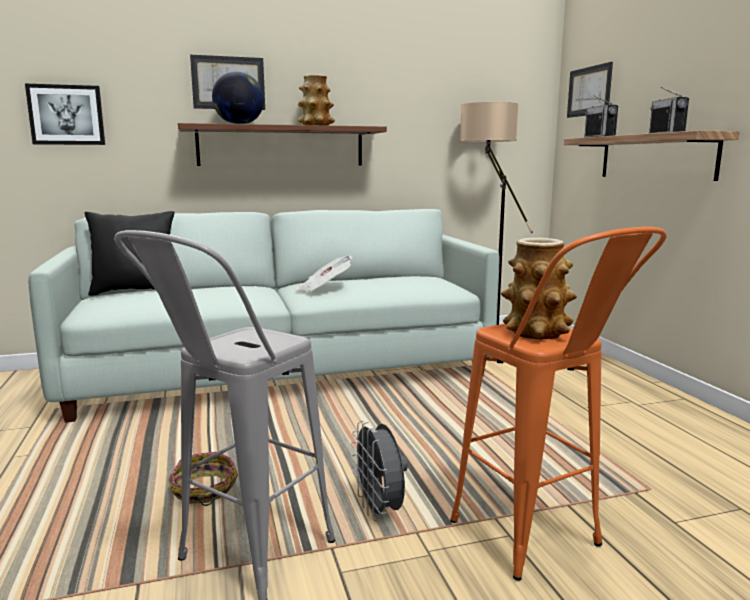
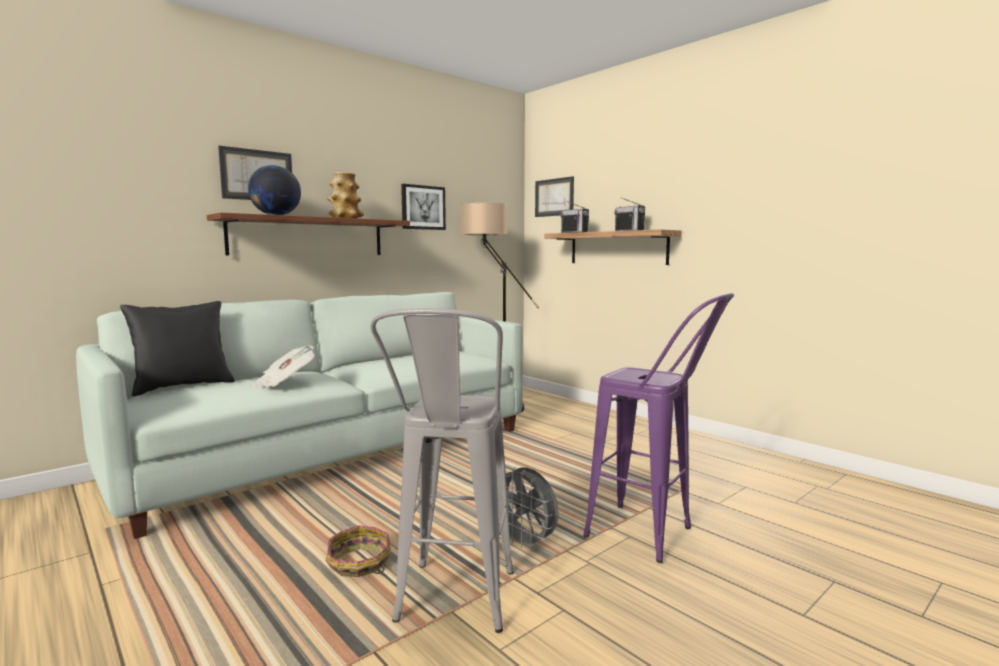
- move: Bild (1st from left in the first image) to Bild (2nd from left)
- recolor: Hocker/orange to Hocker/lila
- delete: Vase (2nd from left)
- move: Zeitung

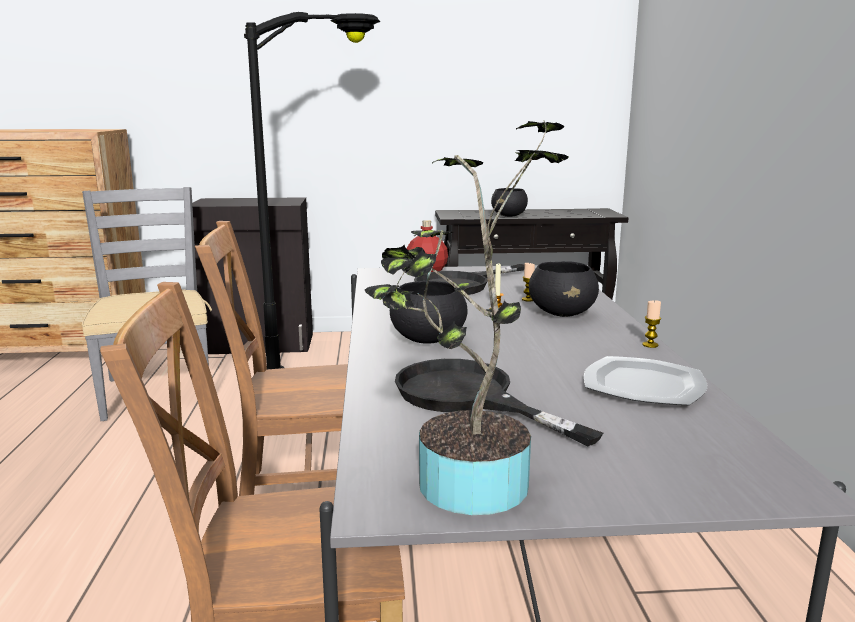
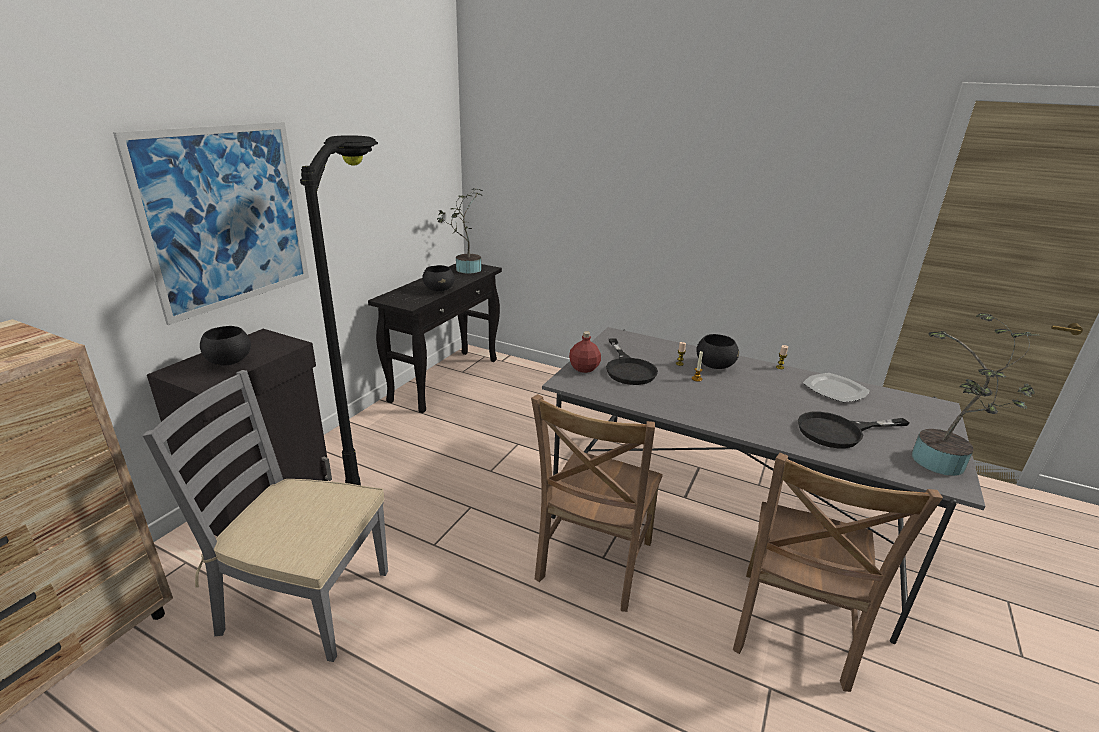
- move: Schüssel/schwarz (1st from left)
- insert: Bild
- insert: Topfpflanze (1st from left)

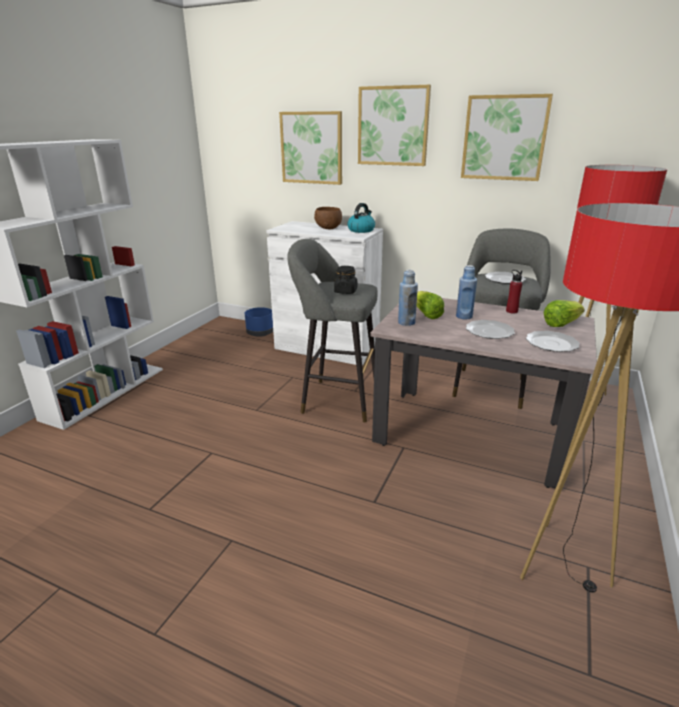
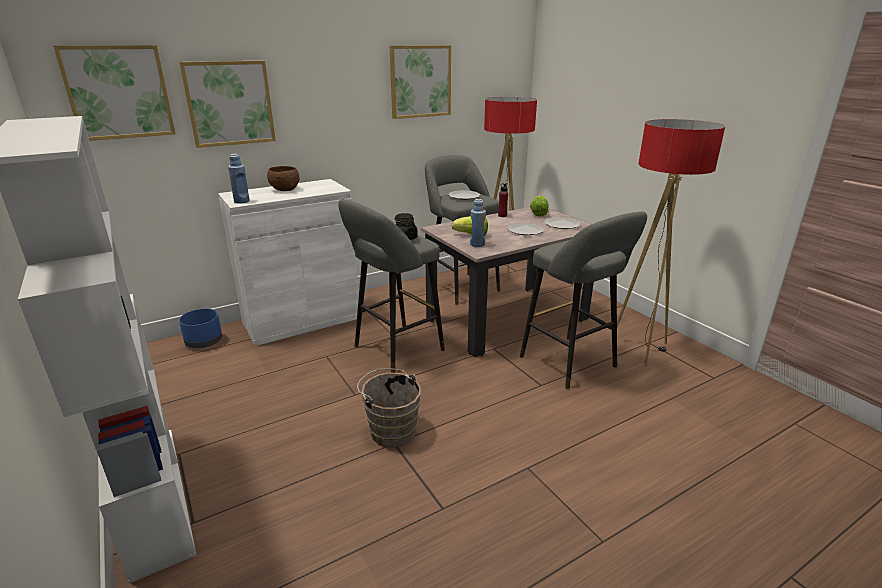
- move: Bild (2nd from left in the first image) to Bild (1st from left)
- delete: Wasserkessel
- move: Flasche/blau (2nd from left in the first image) to Flasche/blau (1st from left)
- insert: Hocker/grau (3rd from left)
- insert: Eimer/braun

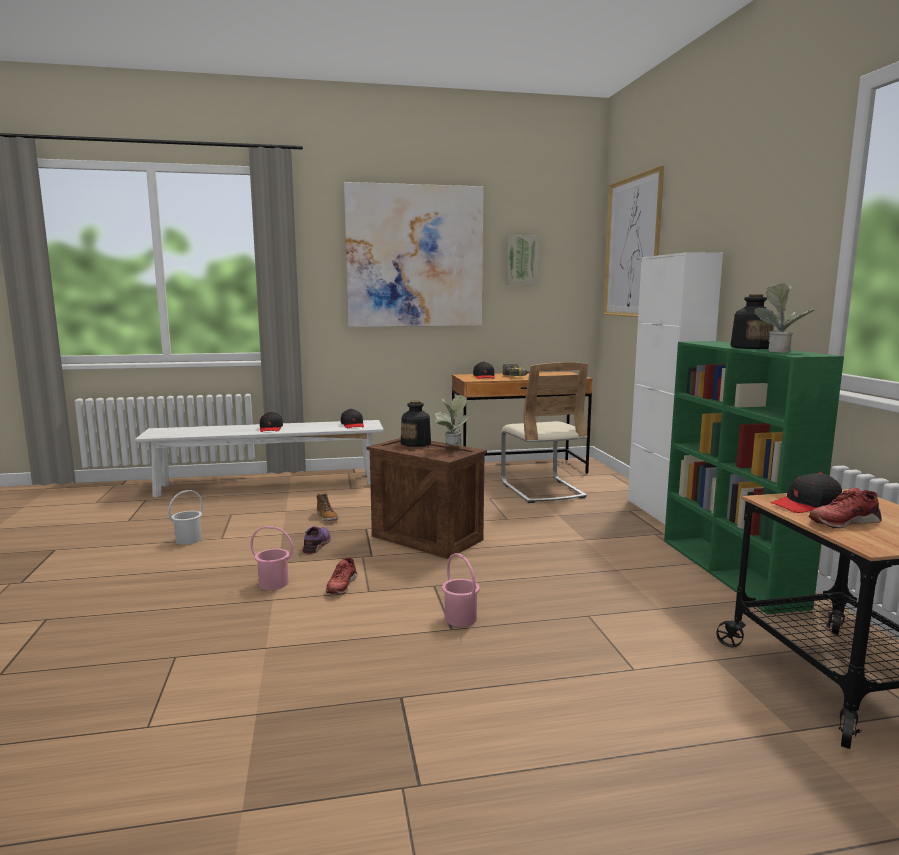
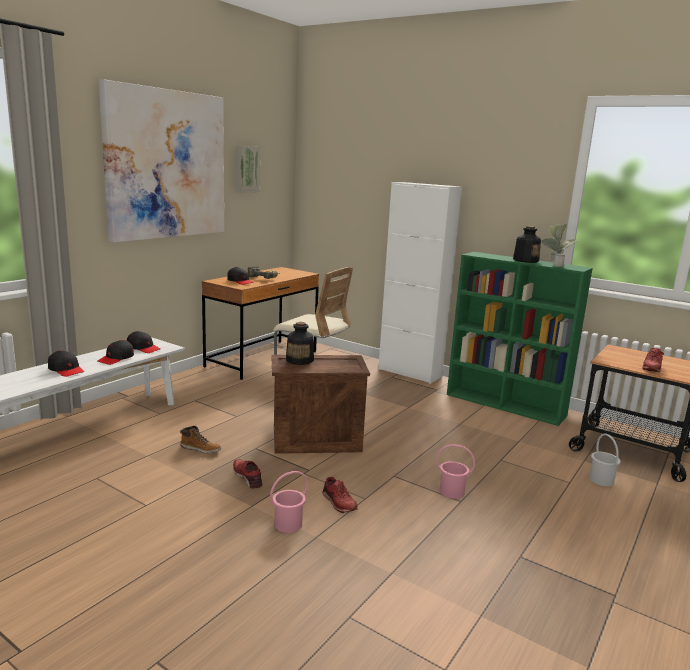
- delete: Bild (3rd from left)
- delete: Topfpflanze (1st from left)
- move: Kappe/schwarz (4th from left in the first image) to Kappe/schwarz (2nd from left)
- move: Eimer/weiß
- recolor: Schuh/lila to Schuh/rot (1st from left)

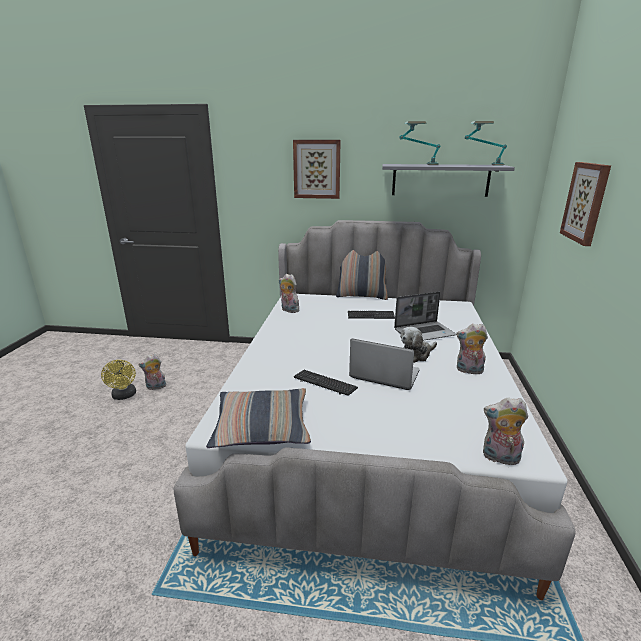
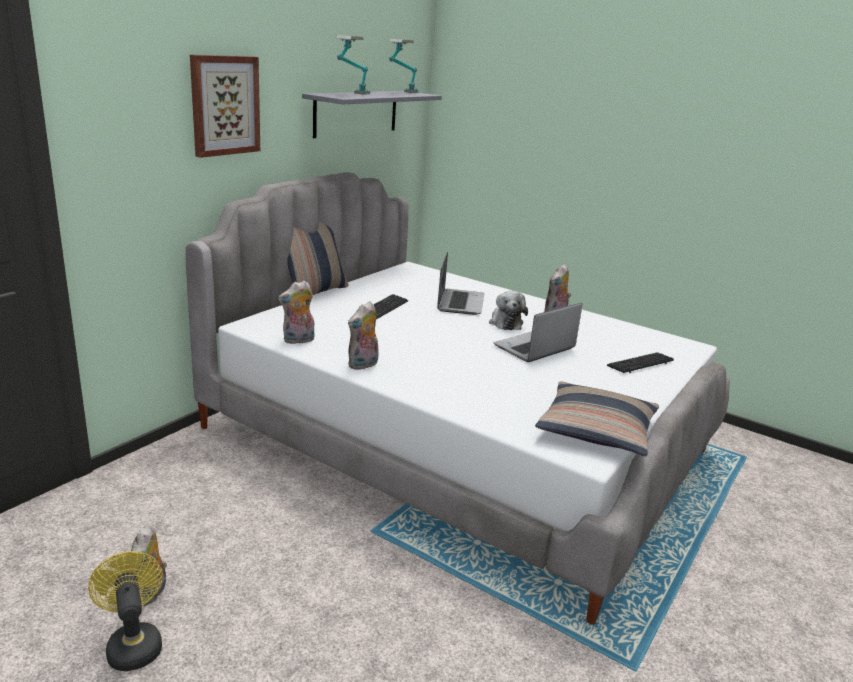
- delete: Bild (2nd from left)
- rotate: Ventilator/gelb 120 degrees counterclockwise
- move: Tastatur (1st from left in the first image) to Tastatur (2nd from left)
- move: Plüschtier (5th from left in the first image) to Plüschtier (3rd from left)

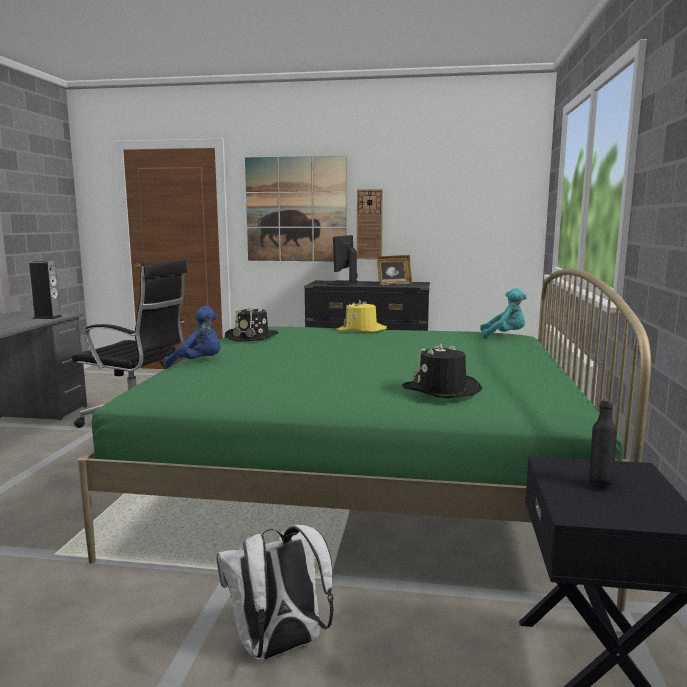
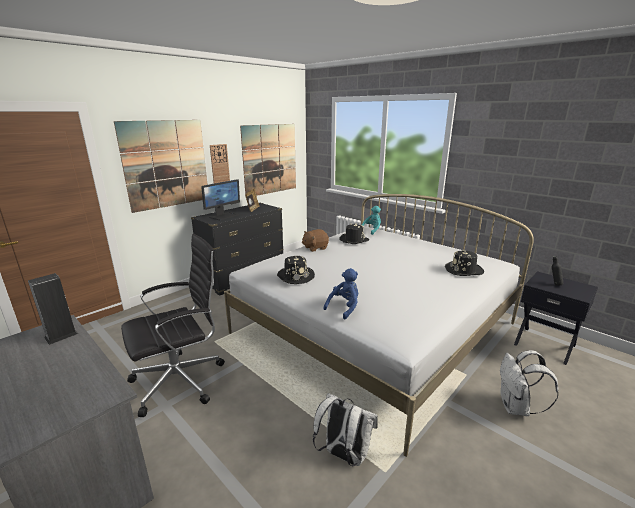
- rotate: Monitor 105 degrees counterclockwise
- recolor: Bett/grün to Bett/weiß
- replace: Hut/gelb to Plüschtier/braun
- insert: Bild (2nd from left)
- insert: Hut/schwarz (2nd from left)
- insert: Rucksack/weiß (1st from left)

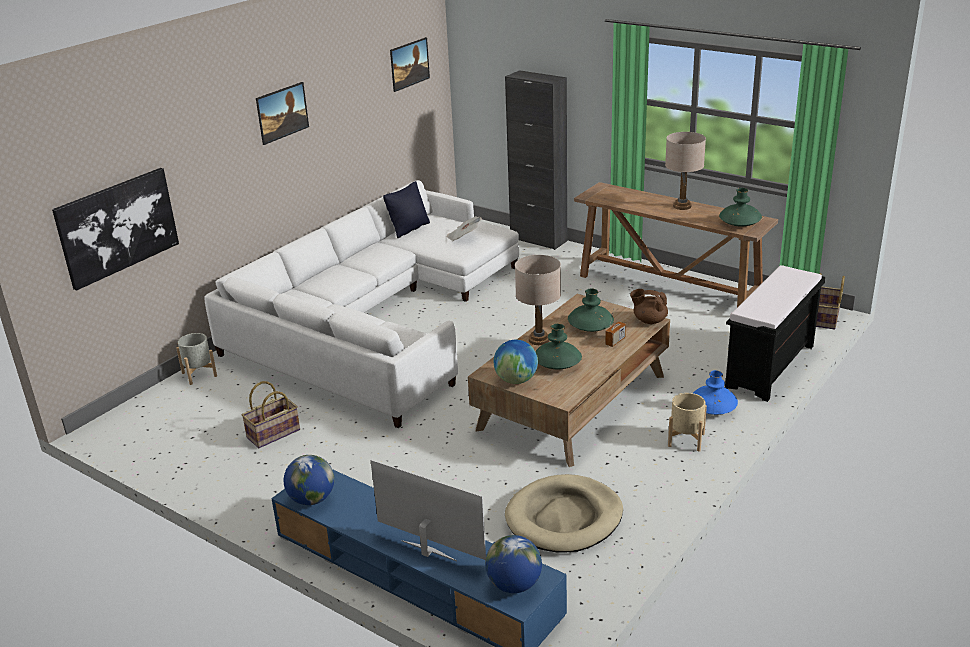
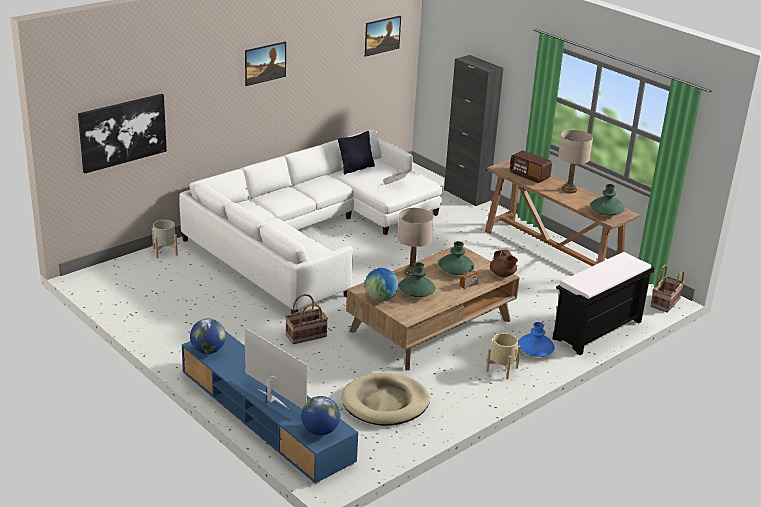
- rotate: Teekanne/braun 150 degrees counterclockwise
- move: Korb (1st from left)
- insert: Radio (2nd from left)

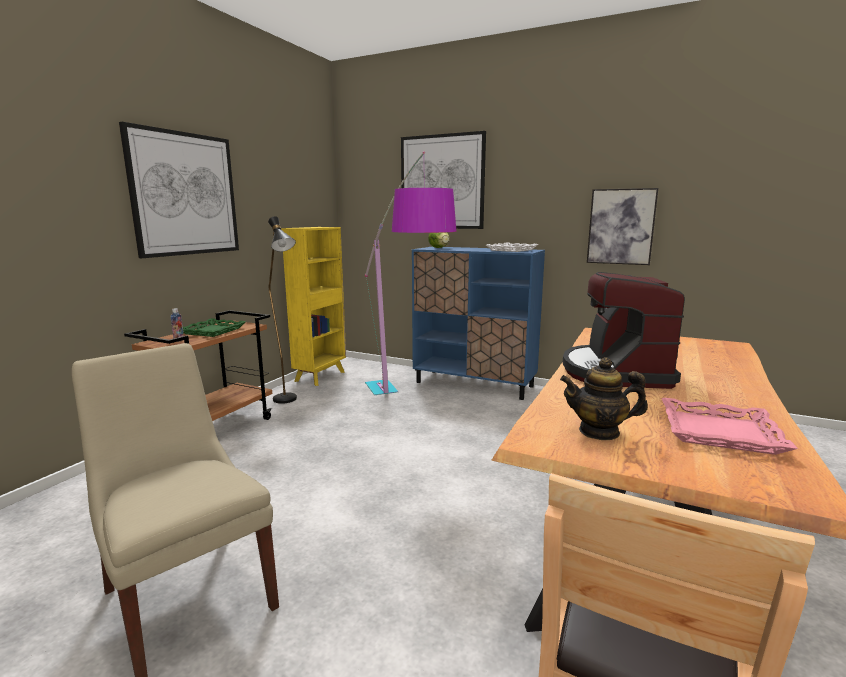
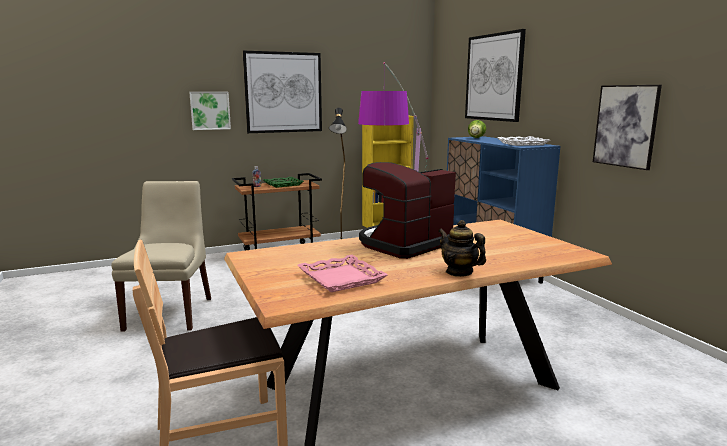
- move: Teekanne
- insert: Bild (1st from left)

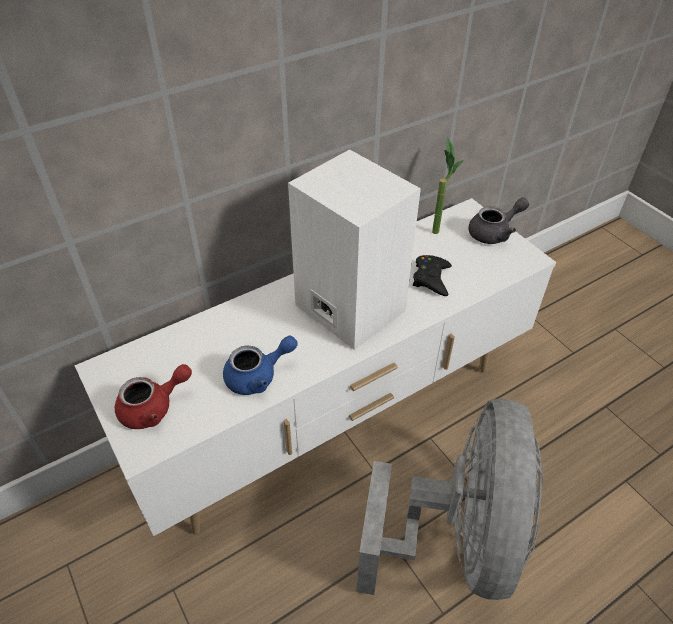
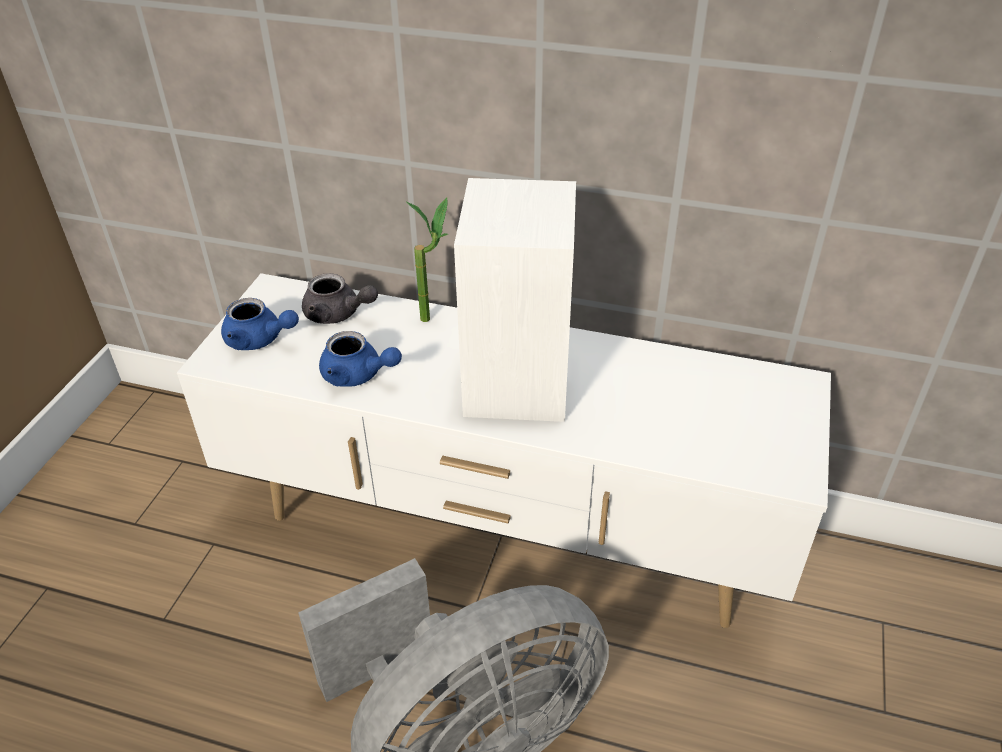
- move: Topfpflanze
- move: Teekanne/grau
- delete: Gamepad/schwarz
- recolor: Teekanne/rot to Teekanne/blau (1st from left)

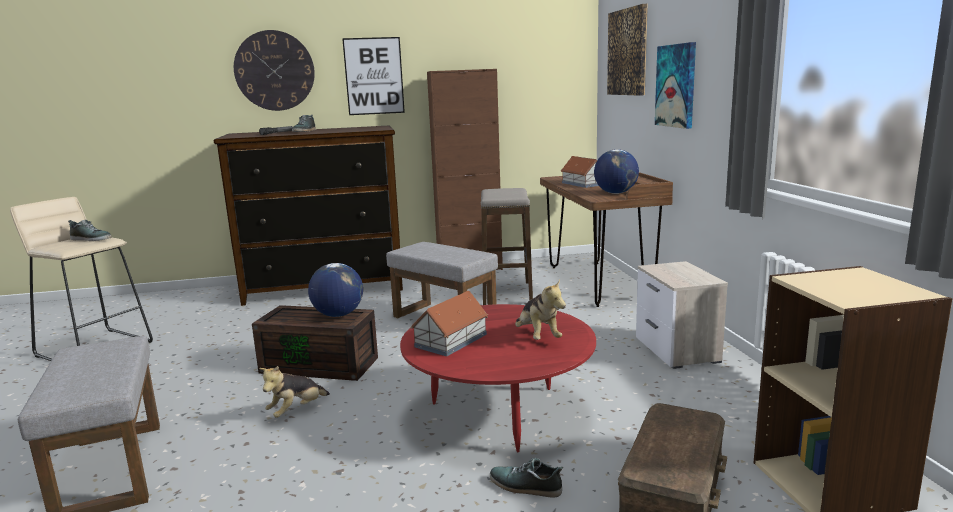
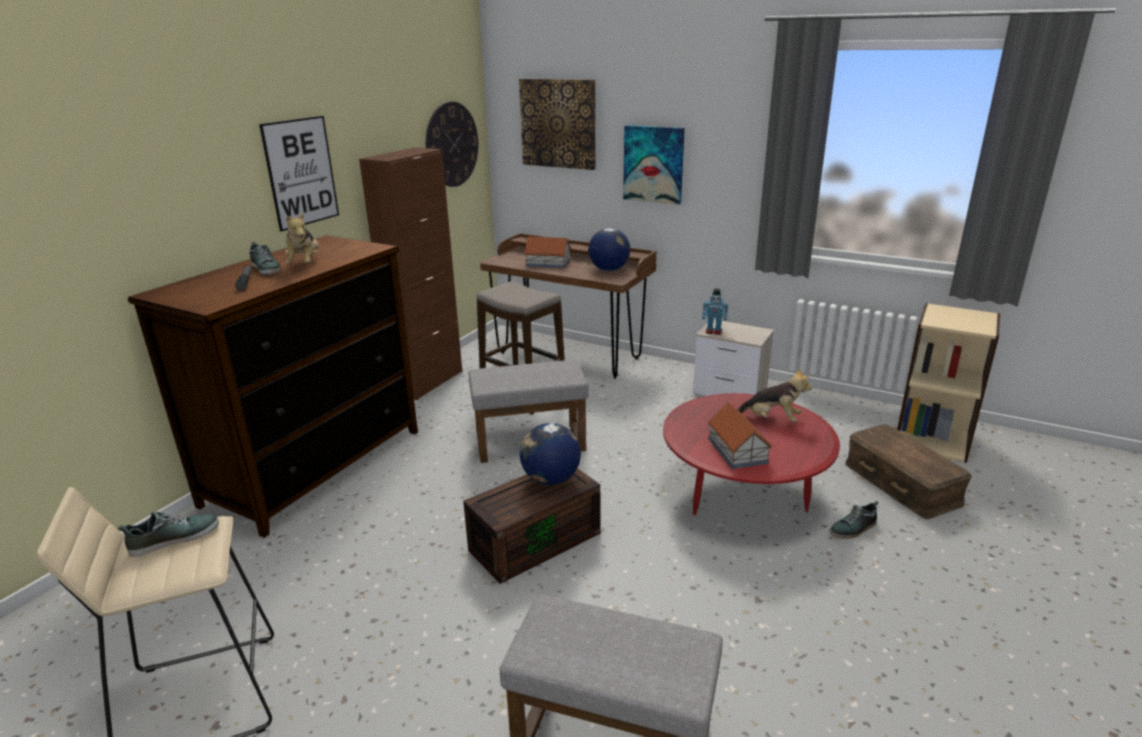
- move: Wanduhr
- move: Plüschtier (1st from left)
- insert: Spielzeugroboter

